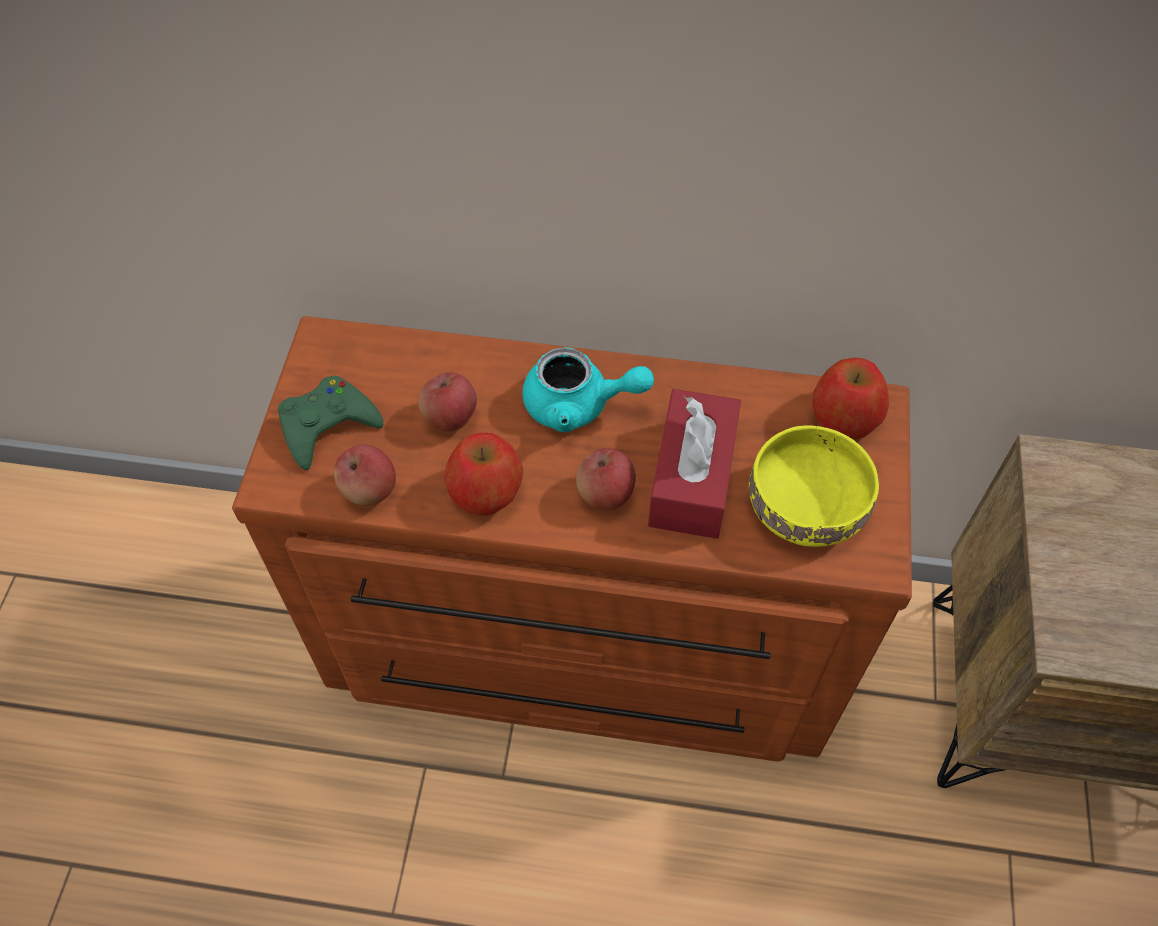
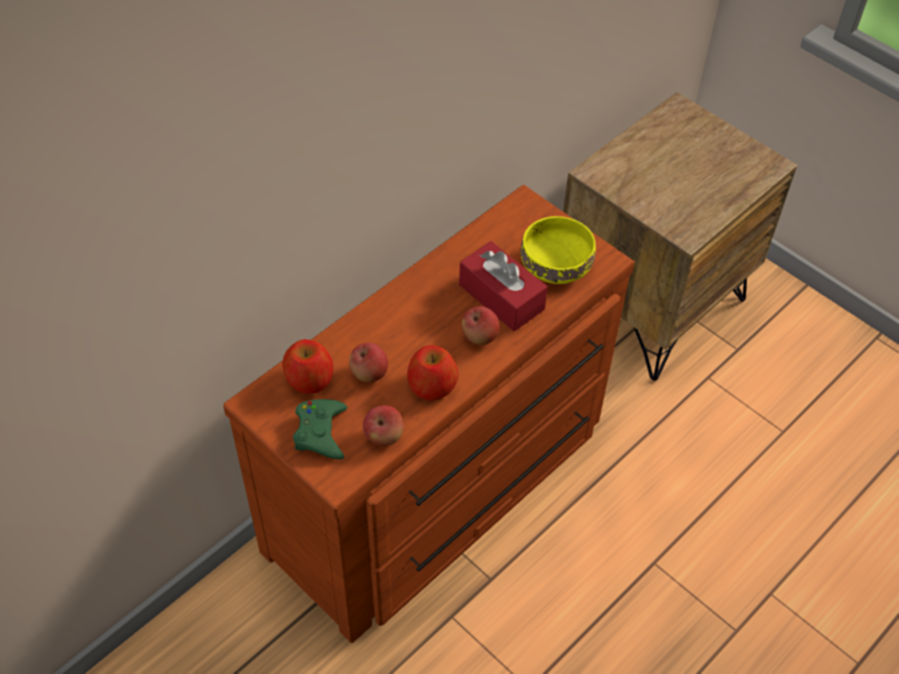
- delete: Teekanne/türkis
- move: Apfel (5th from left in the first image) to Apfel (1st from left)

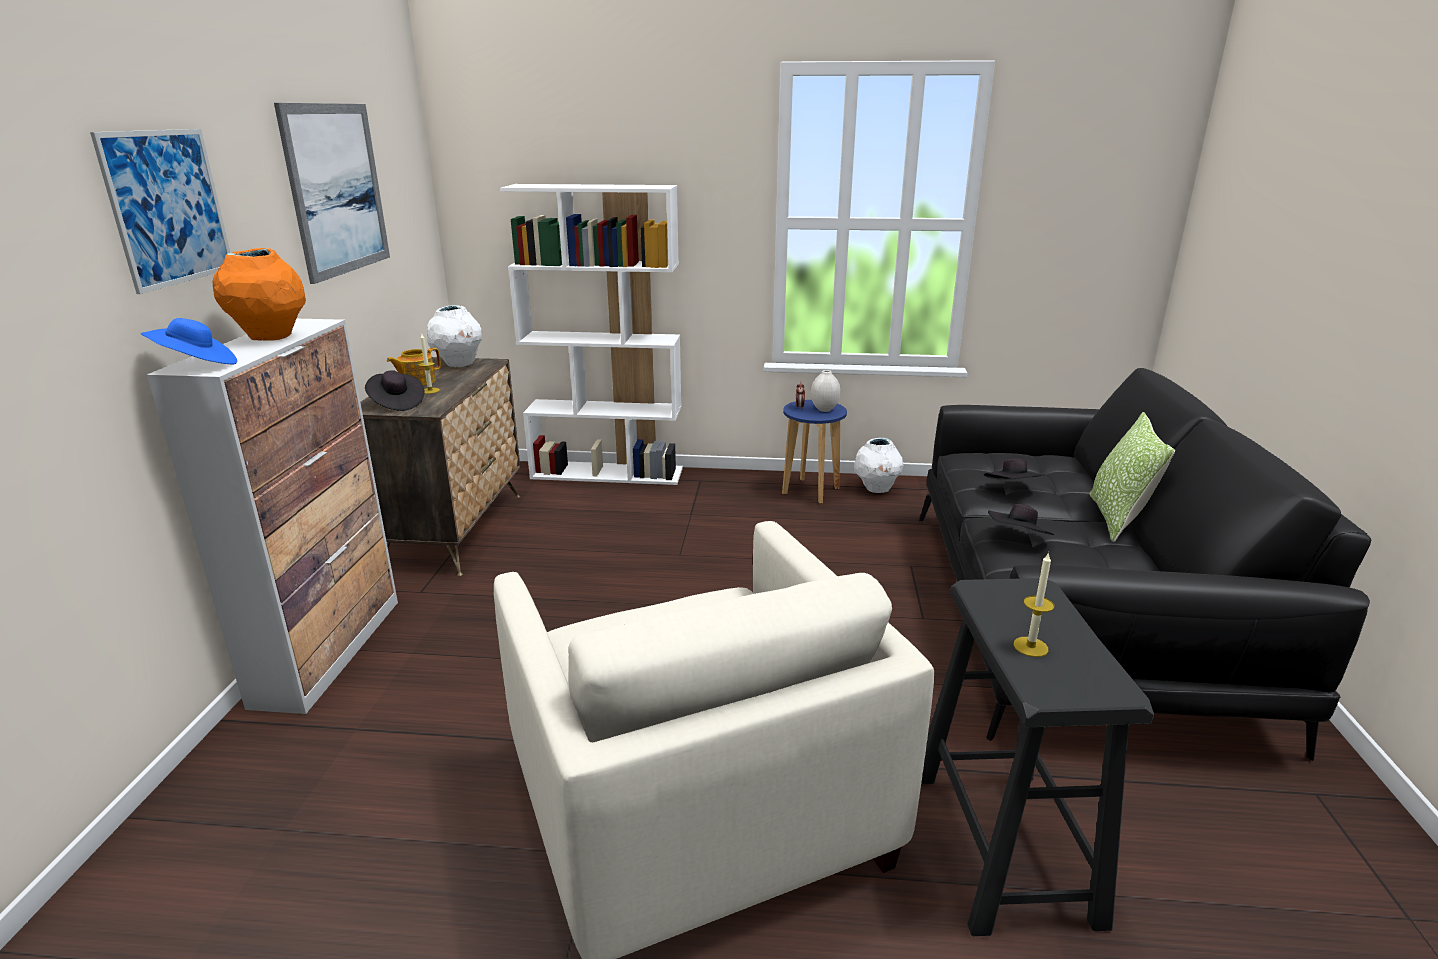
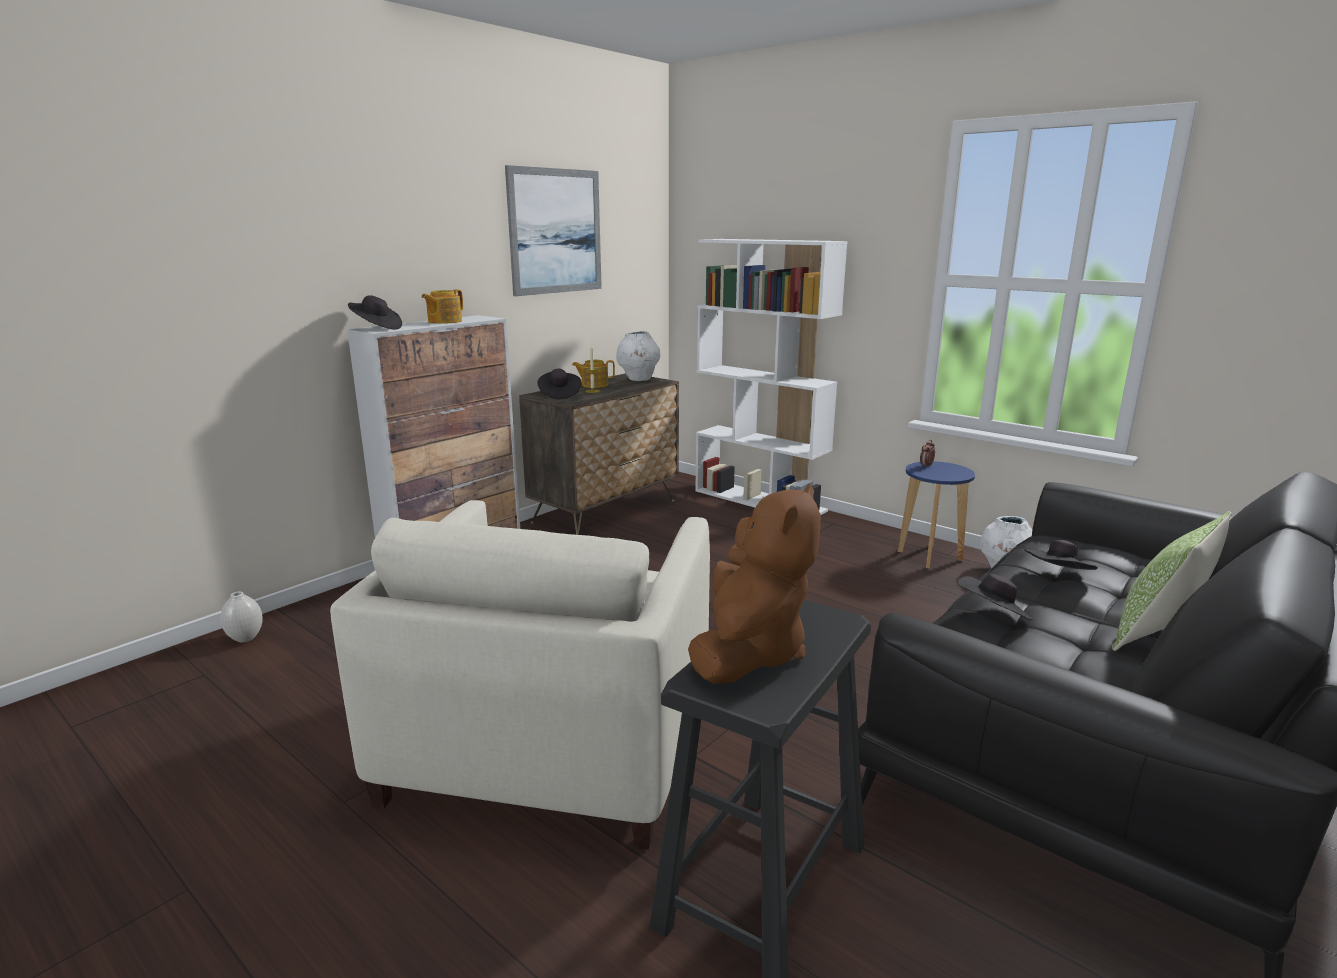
- delete: Bild (1st from left)
- replace: Vase/orange to Teekanne (1st from left)
- recolor: Hut/blau to Hut/schwarz (1st from left)
- move: Vase/weiß (2nd from left in the first image) to Vase/weiß (1st from left)
- replace: Kerze (2nd from left) to Plüschtier/braun

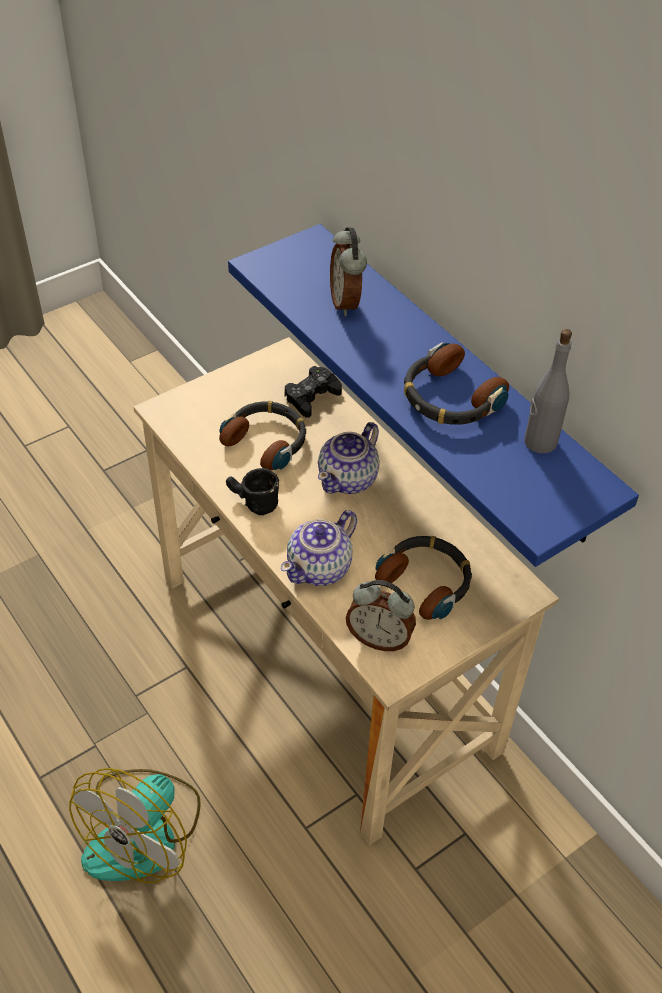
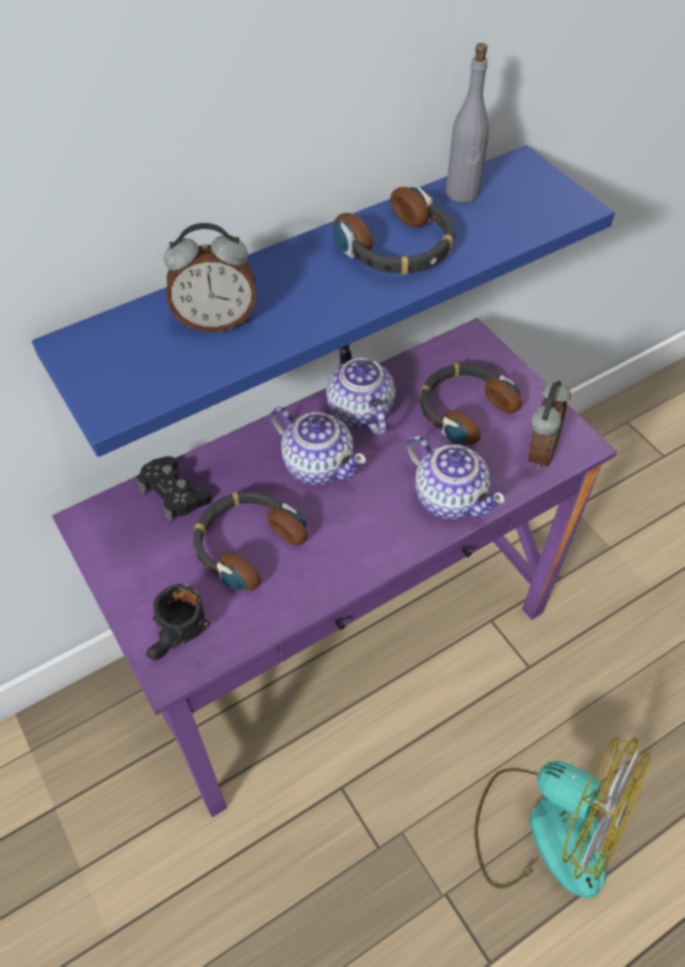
- recolor: Schreibtisch/beige to Schreibtisch/lila
- move: Henkelbecher/schwarz
- insert: Teekanne (2nd from left)

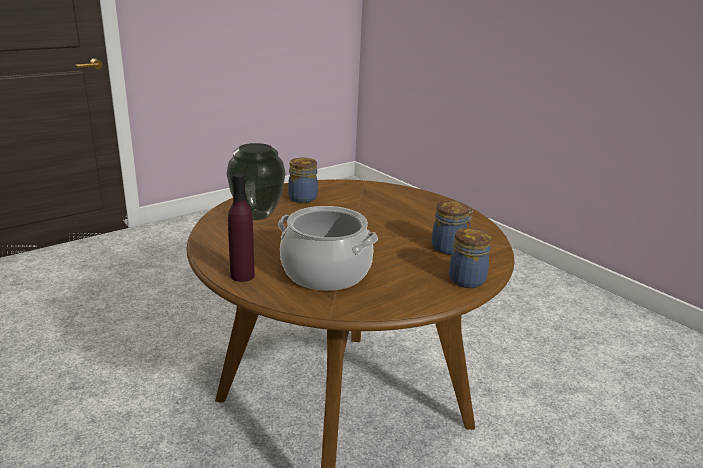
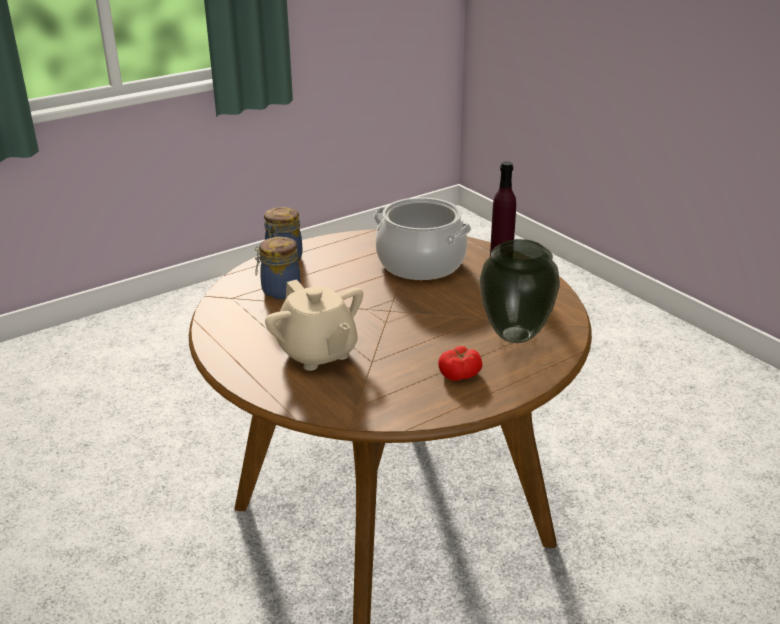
- replace: Vorratsglas (1st from left) to Tomate
- insert: Teekanne/beige

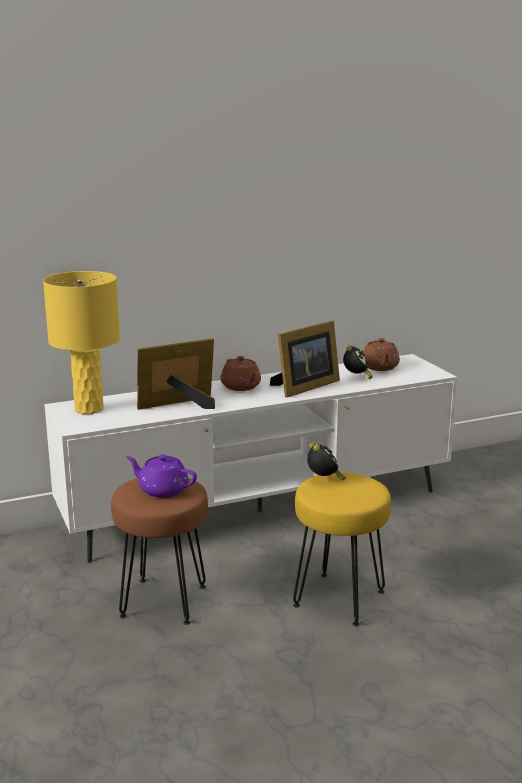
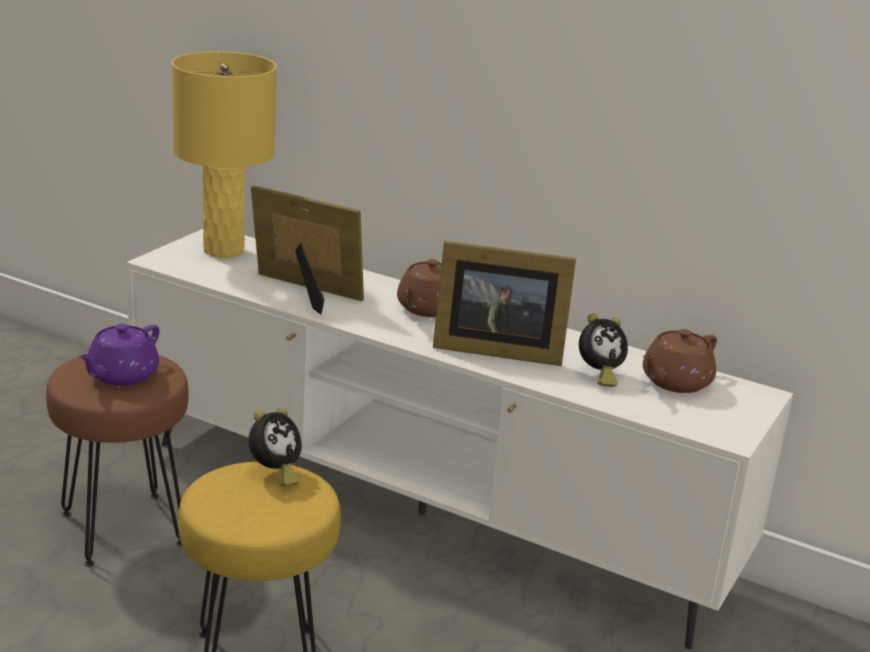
- rotate: Teekanne/lila 135 degrees counterclockwise

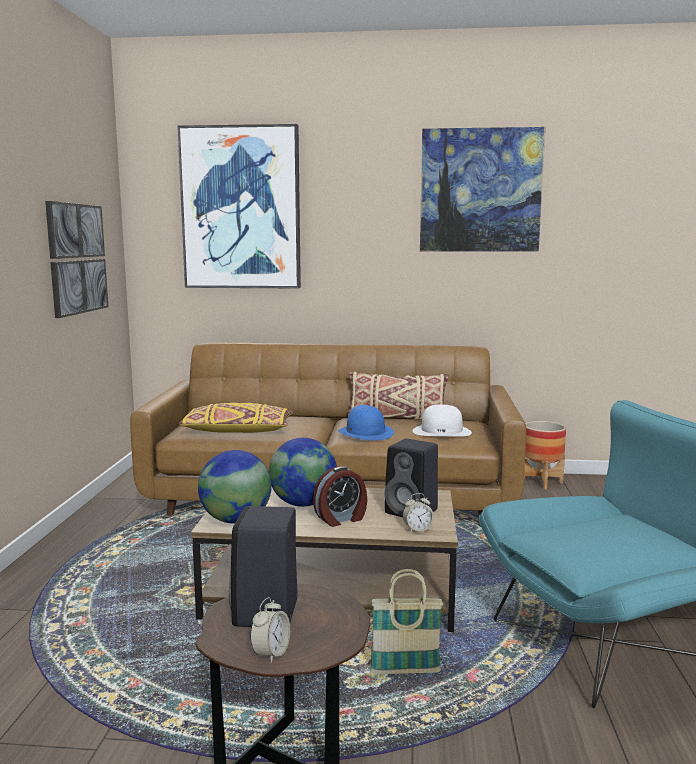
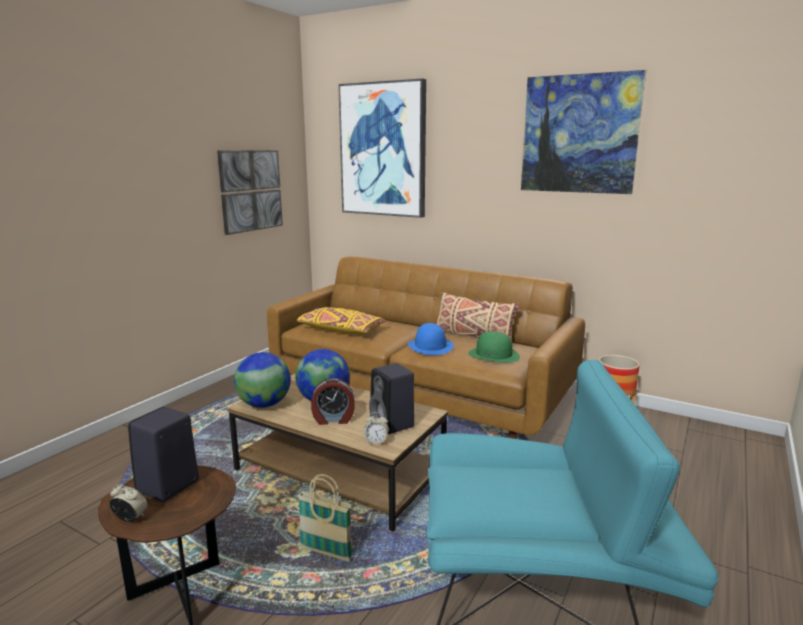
- recolor: Hut/weiß to Hut/grün
- rotate: Wecker (1st from left) 120 degrees counterclockwise

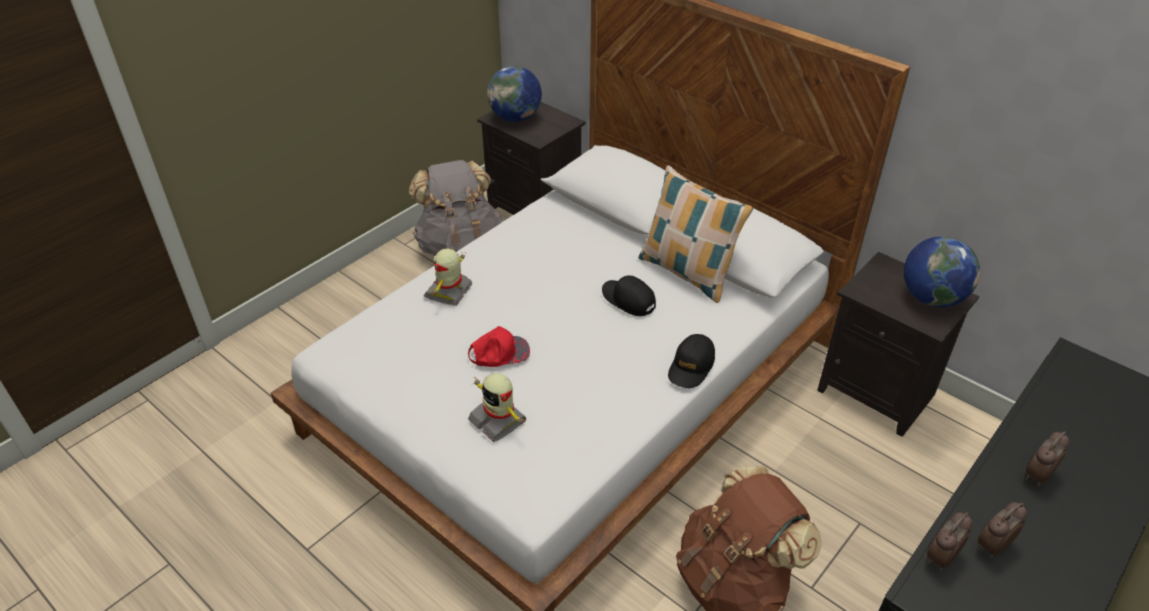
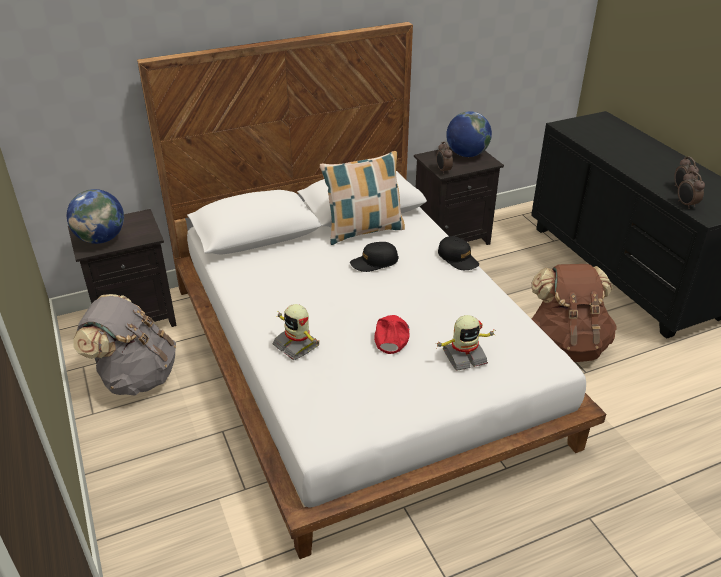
- move: Wecker (3rd from left in the first image) to Wecker (1st from left)

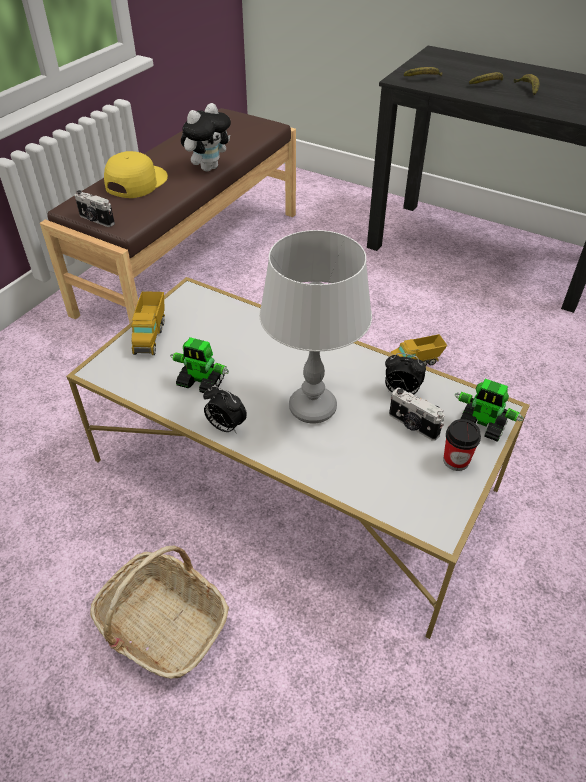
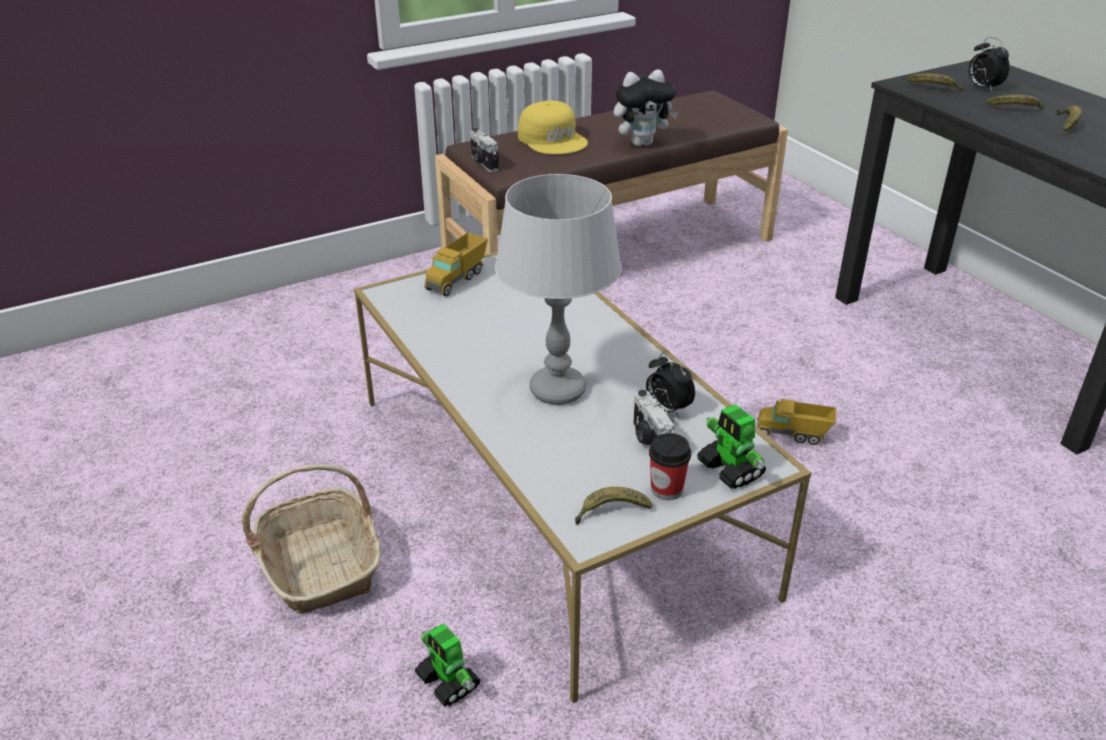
- rotate: Kappe/gelb 90 degrees clockwise
- move: Spielzeugroboter (1st from left)
- move: Wecker (1st from left in the first image) to Wecker (2nd from left)
- insert: Banane (1st from left)

